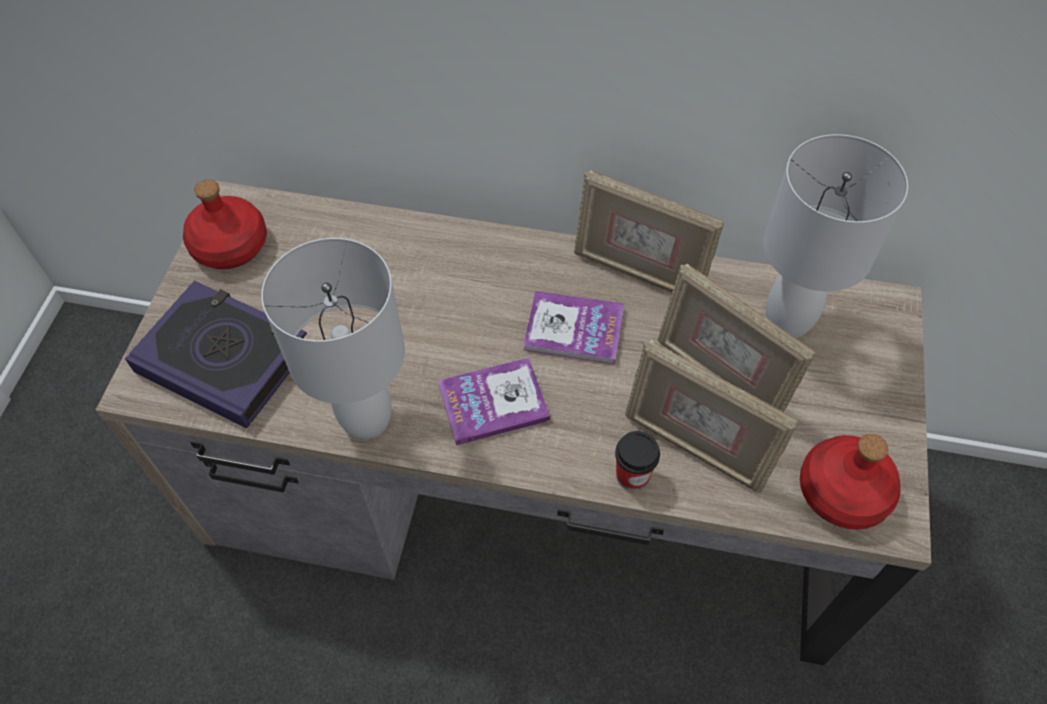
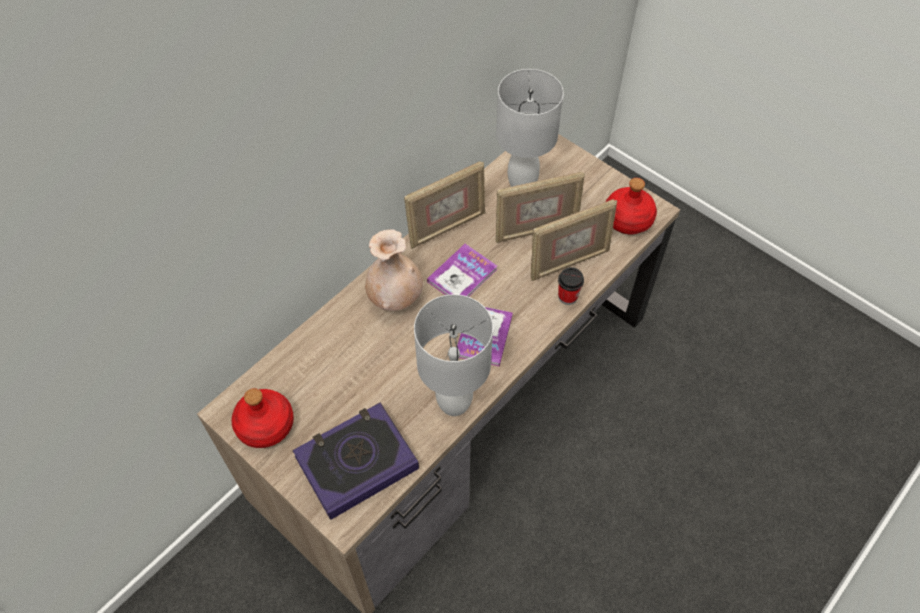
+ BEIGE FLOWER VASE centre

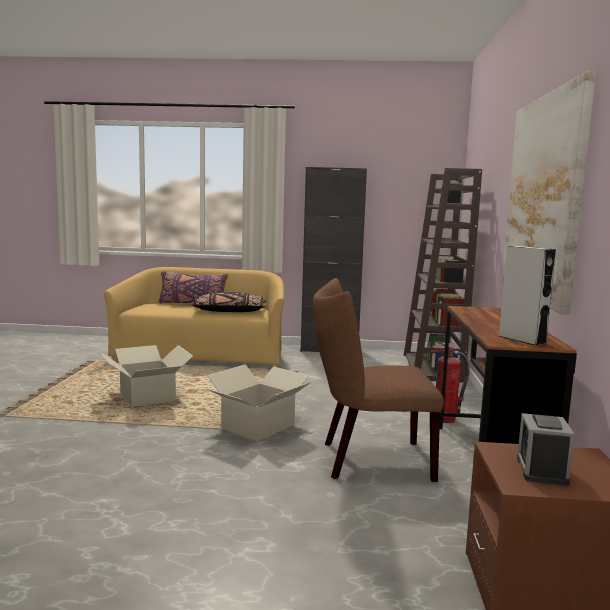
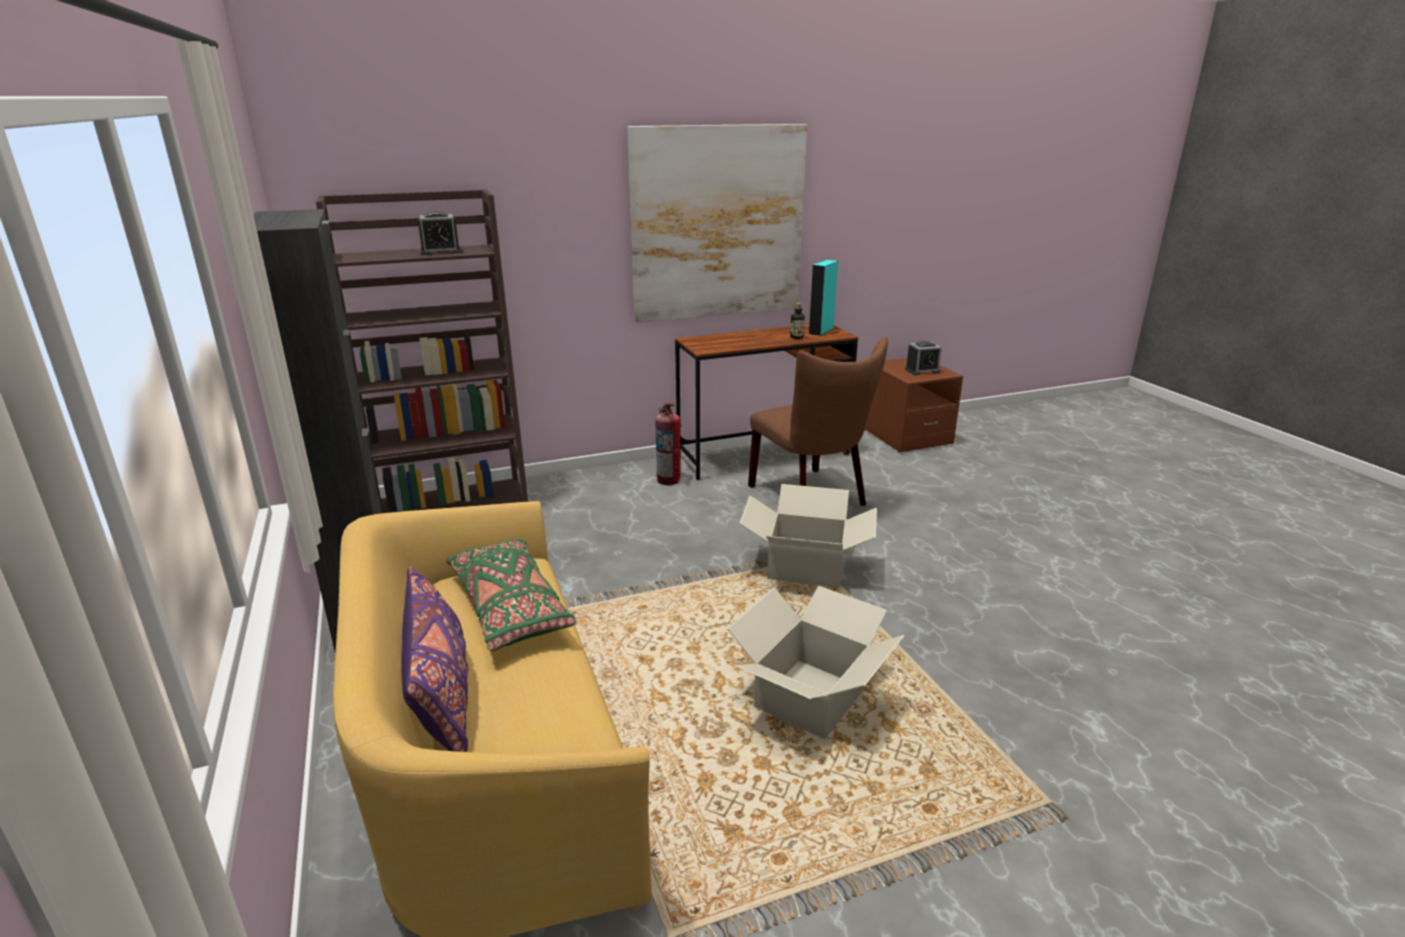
~ BLACKISH THROW PILLOW centre to GREEN-COLOURED THROW PILLOW centre
+ BEVERAGE BOTTLE centre
~ GREY SPEAKER middle right to BLUE-GREEN SPEAKER top centre

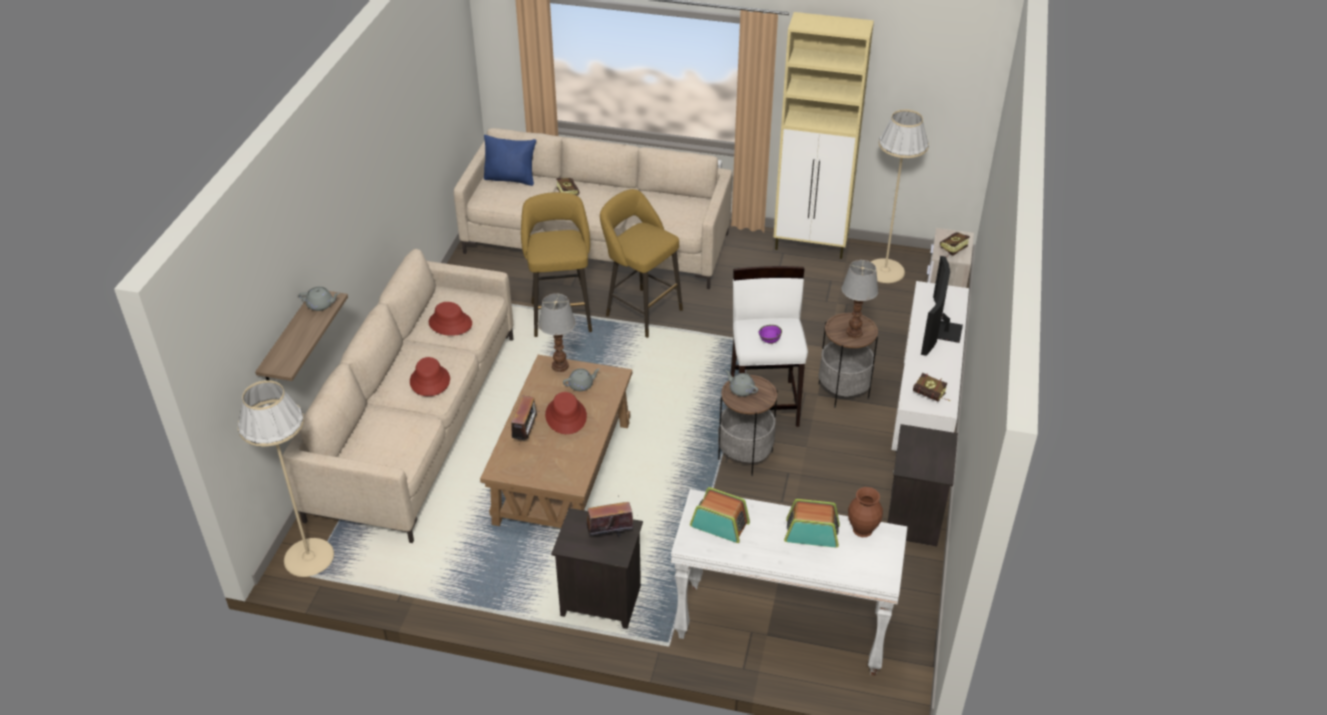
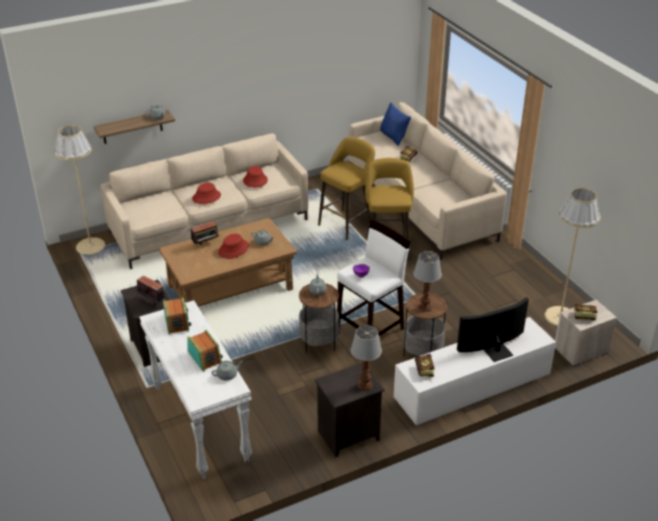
~ BROWNISH FLOWER VASE bottom centre to GREY TEA POT (2nd from left) bottom centre
~ TABLETOP LAMP (1st from left) centre to bottom centre
- BEIGE STORAGE CABINET top centre

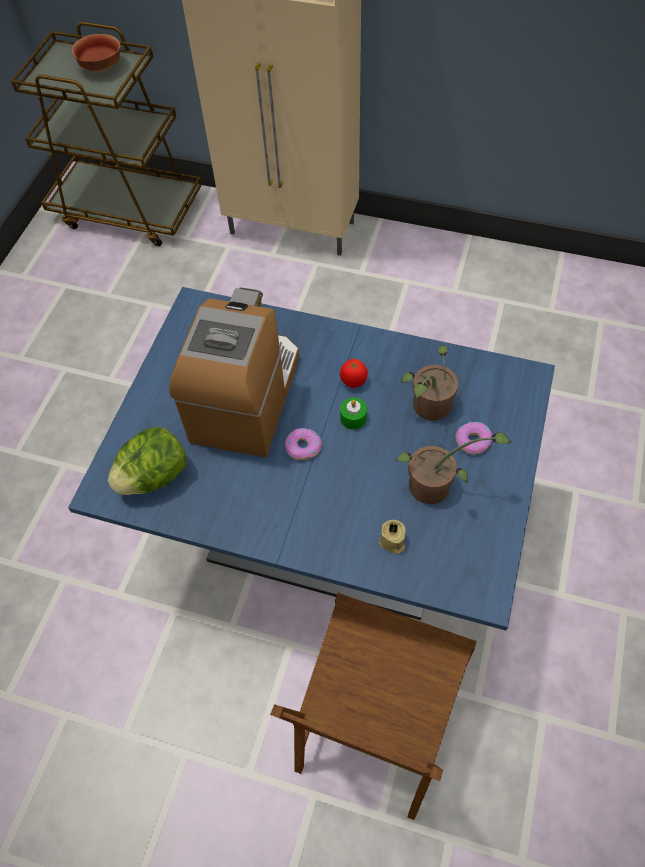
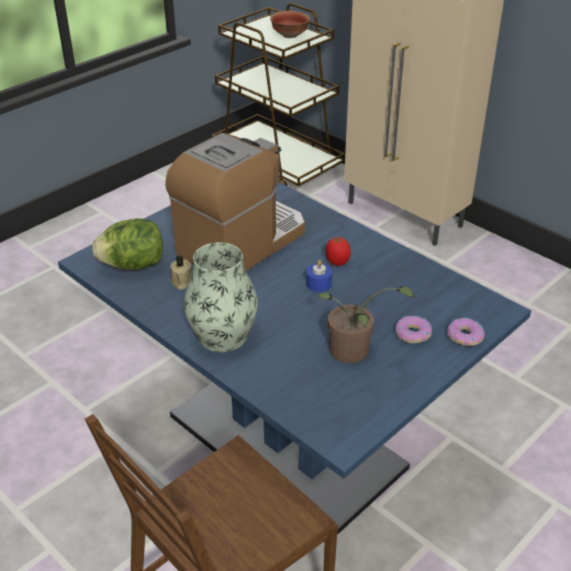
~ BEIGE WAX LIGHT centre to middle left
+ FLOWER VASE centre
~ GREEN-COLOURED WAX LIGHT centre to BLUE-COLOURED WAX LIGHT centre
~ DOUGHNUT (1st from left in the first image) centre to DOUGHNUT (2nd from left) middle right
- HOUSEPLANT (1st from left) centre

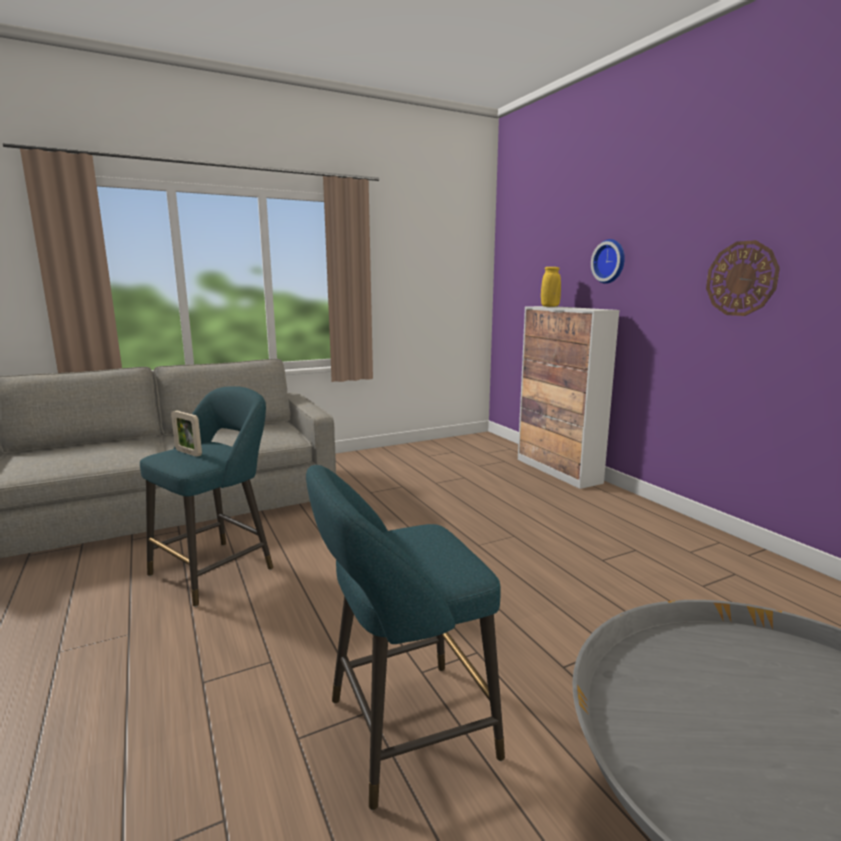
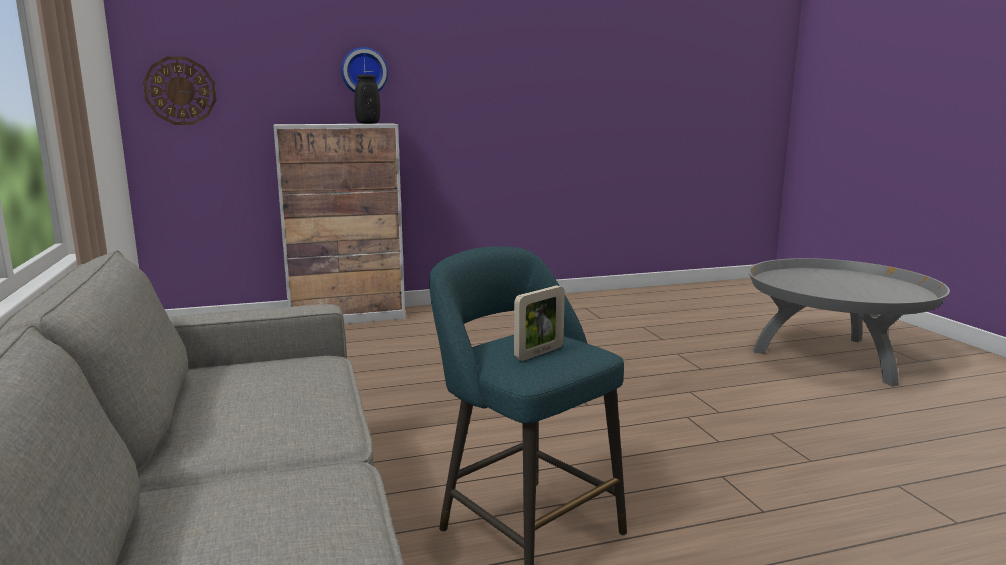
~ WALL CLOCK (2nd from left in the first image) top right to WALL CLOCK (1st from left) top left
+ BLACKISH FLOWER VASE top centre
- BLUE-GREEN SITTING STOOL (2nd from left) bottom centre
- YELLOW FLOWER VASE centre

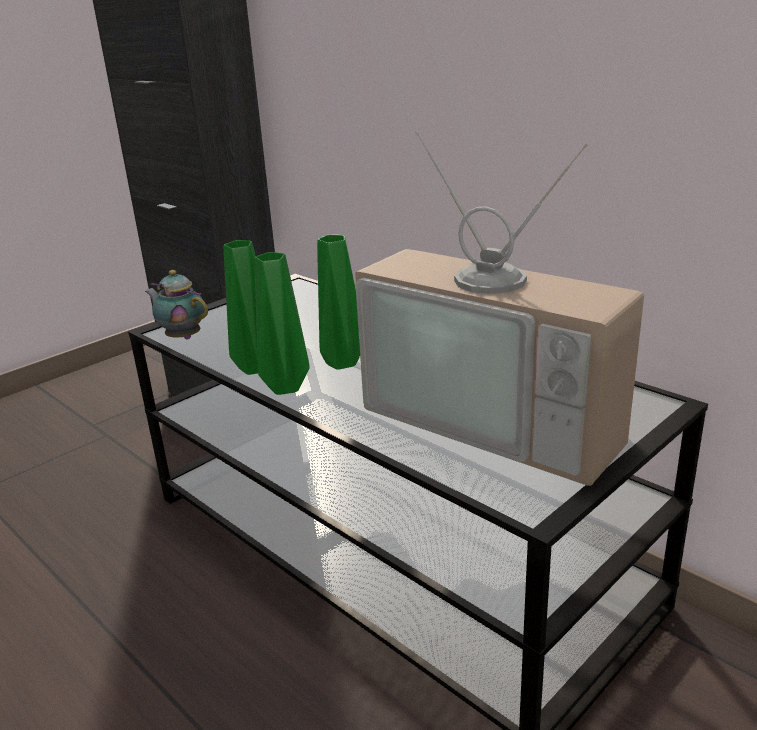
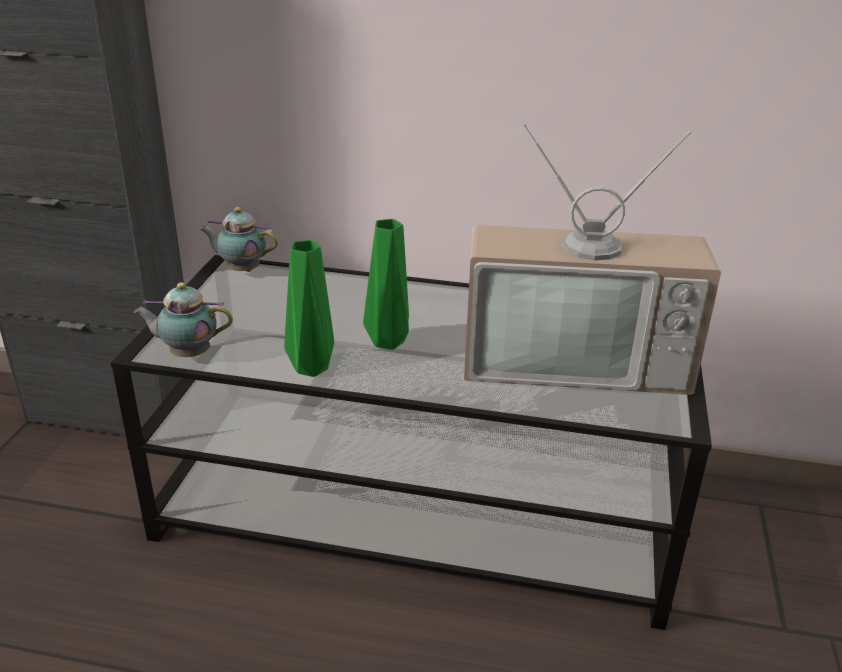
+ TEA POT (2nd from left) middle left
- GREEN-COLOURED FLOWER VASE (2nd from left) centre

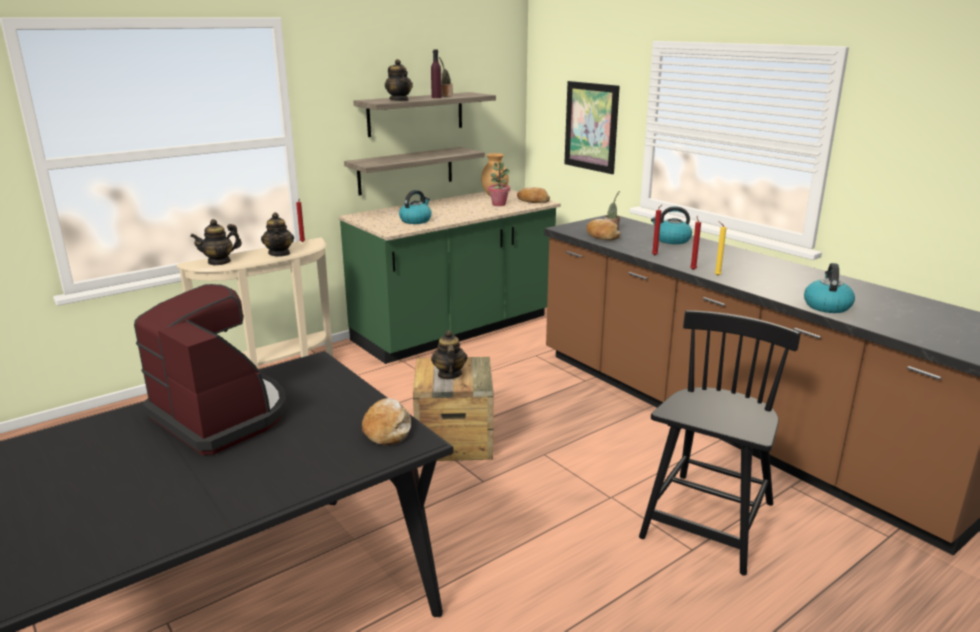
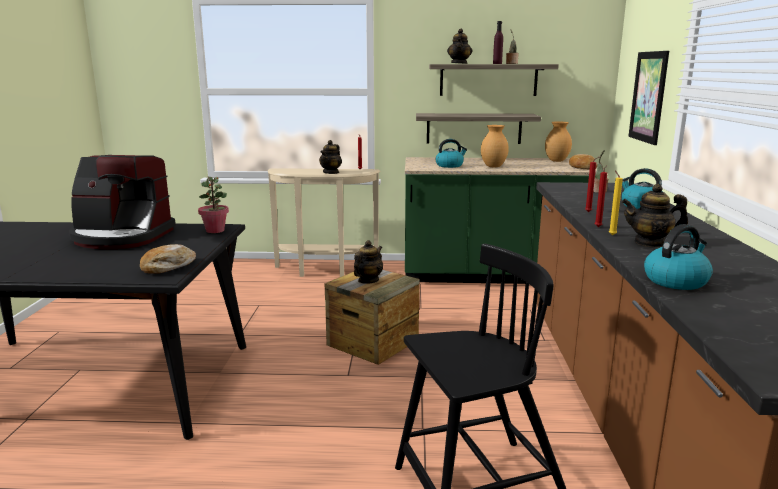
~ COFFEE MACHINE middle left = middle left 105 degrees clockwise
~ HOUSEPLANT (2nd from left in the first image) top centre to HOUSEPLANT (1st from left) middle left
+ BROWNISH FLOWER VASE (1st from left) top centre
~ TEA POT (1st from left in the first image) middle left to TEA POT (4th from left) middle right
- BAKED BREAD (3rd from left) centre

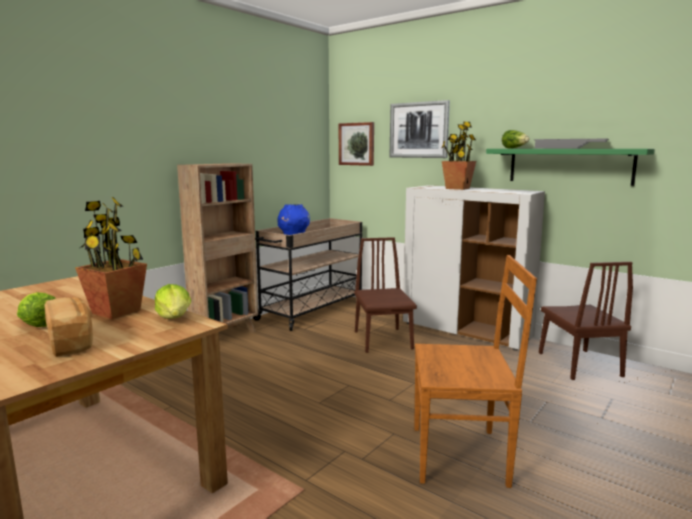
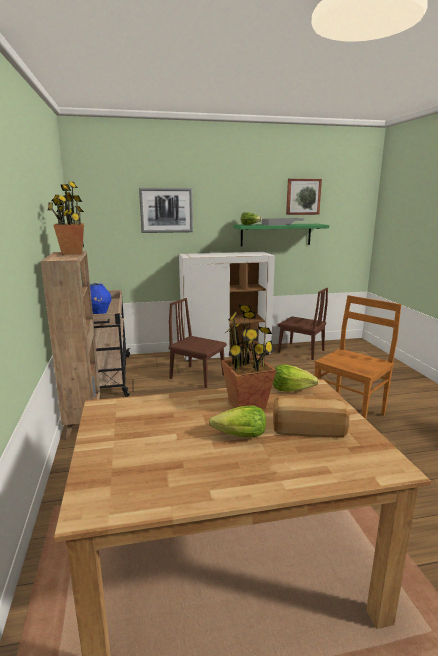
~ HOUSEPLANT (2nd from left in the first image) top centre to HOUSEPLANT (1st from left) top left
~ WALL PICTURE (1st from left in the first image) top centre to WALL PICTURE (2nd from left) top right

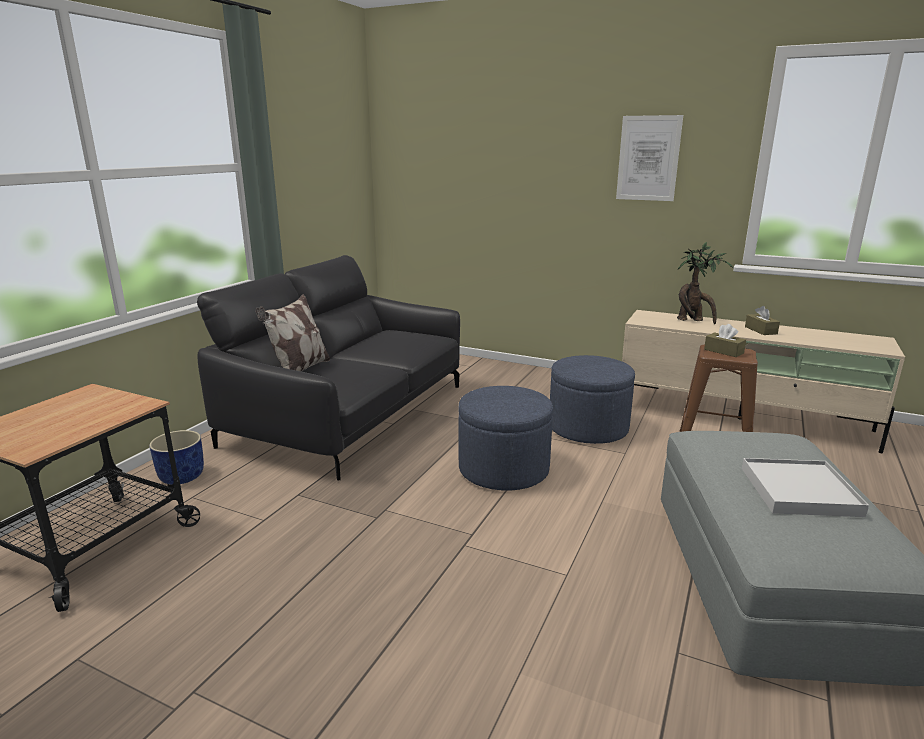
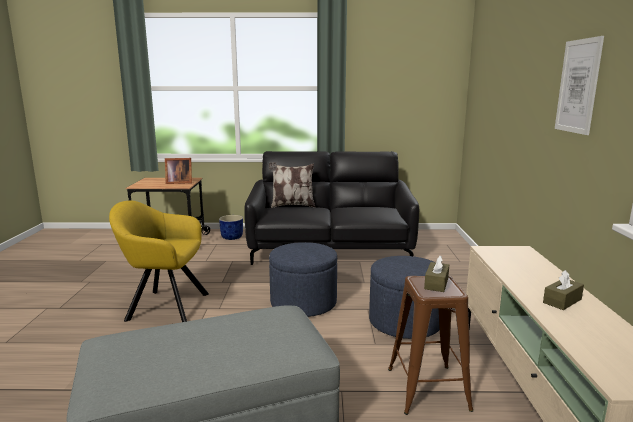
+ YELLOW ARMCHAIR middle left
+ STANDING FRAME middle left
- HOUSEPLANT middle right
- WHITE CARRYING TRAY middle right

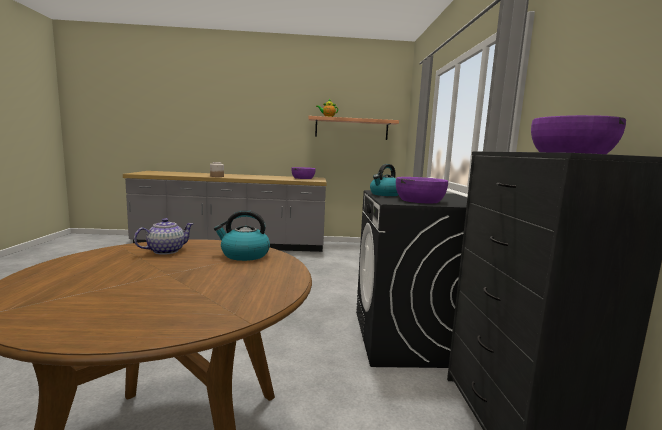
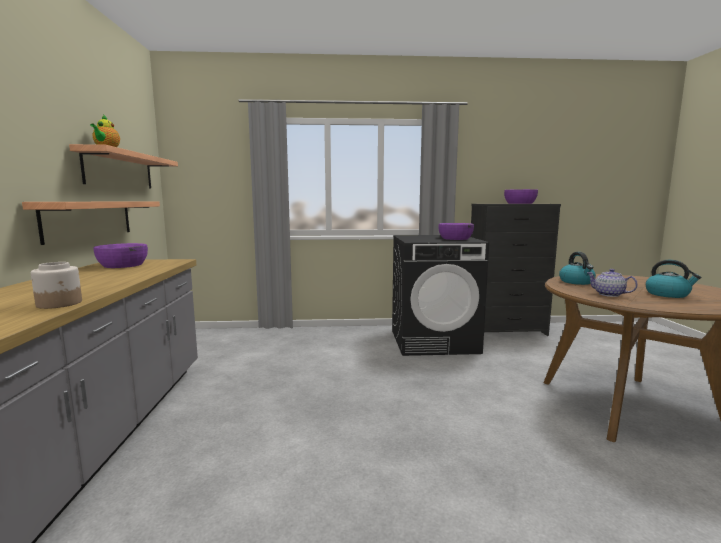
+ WALL SHELF (1st from left) middle left
~ KETTLE (2nd from left) centre to middle right

